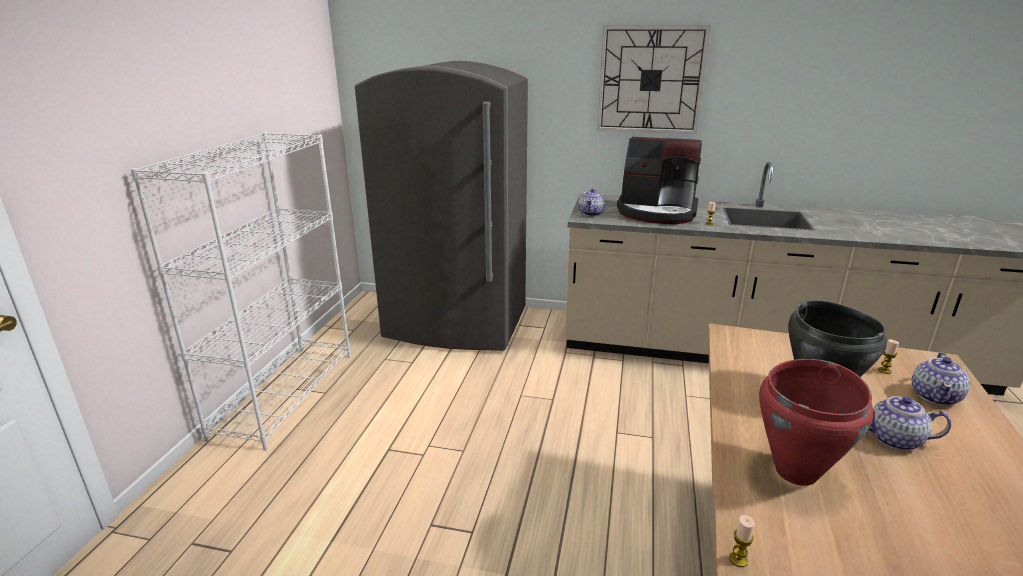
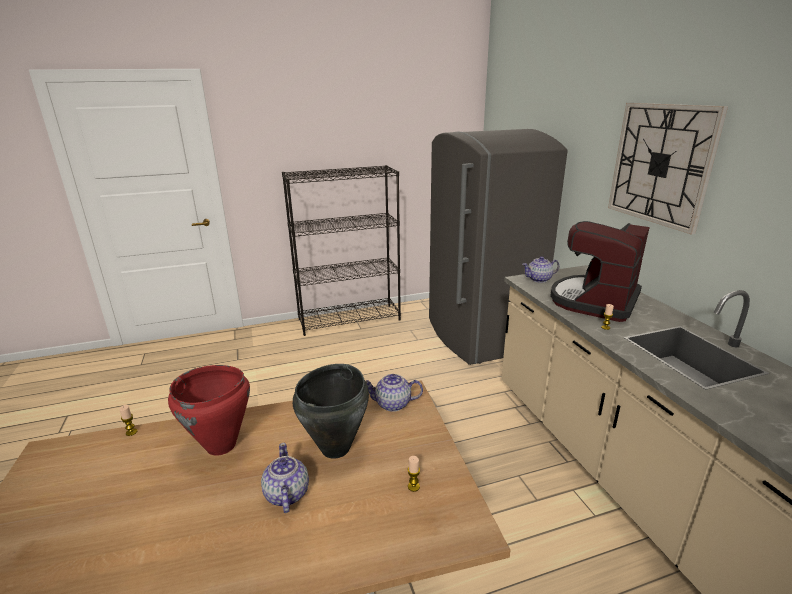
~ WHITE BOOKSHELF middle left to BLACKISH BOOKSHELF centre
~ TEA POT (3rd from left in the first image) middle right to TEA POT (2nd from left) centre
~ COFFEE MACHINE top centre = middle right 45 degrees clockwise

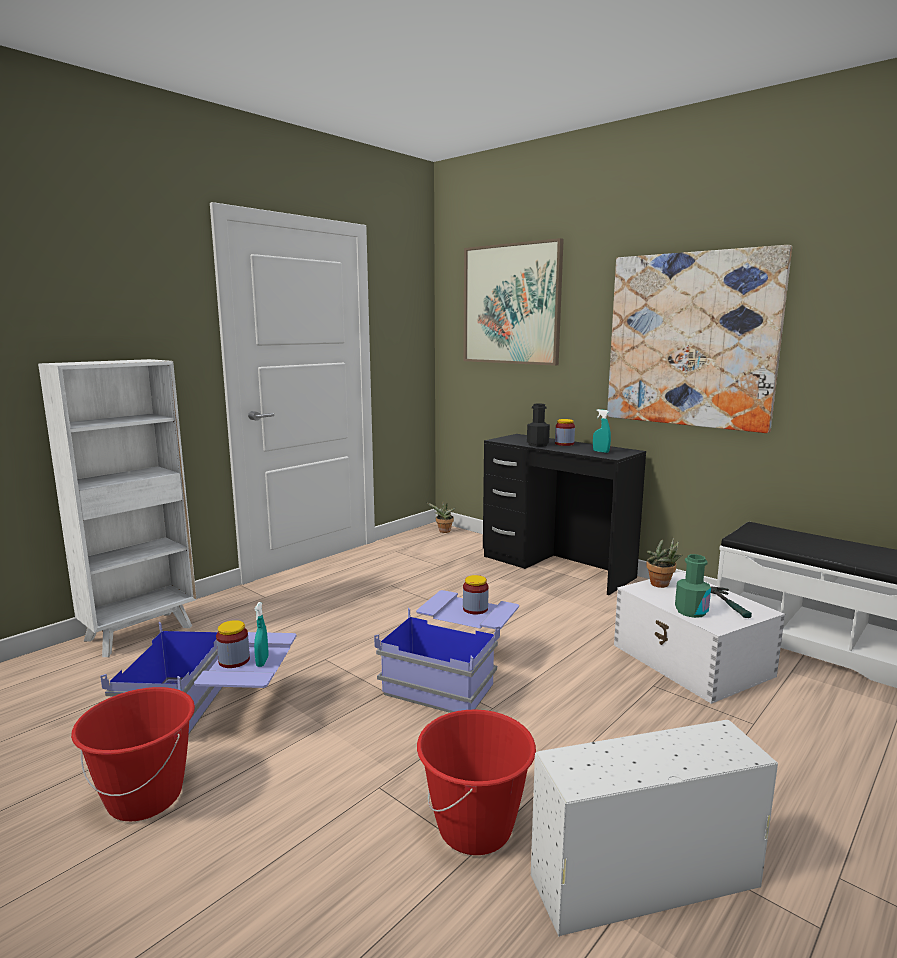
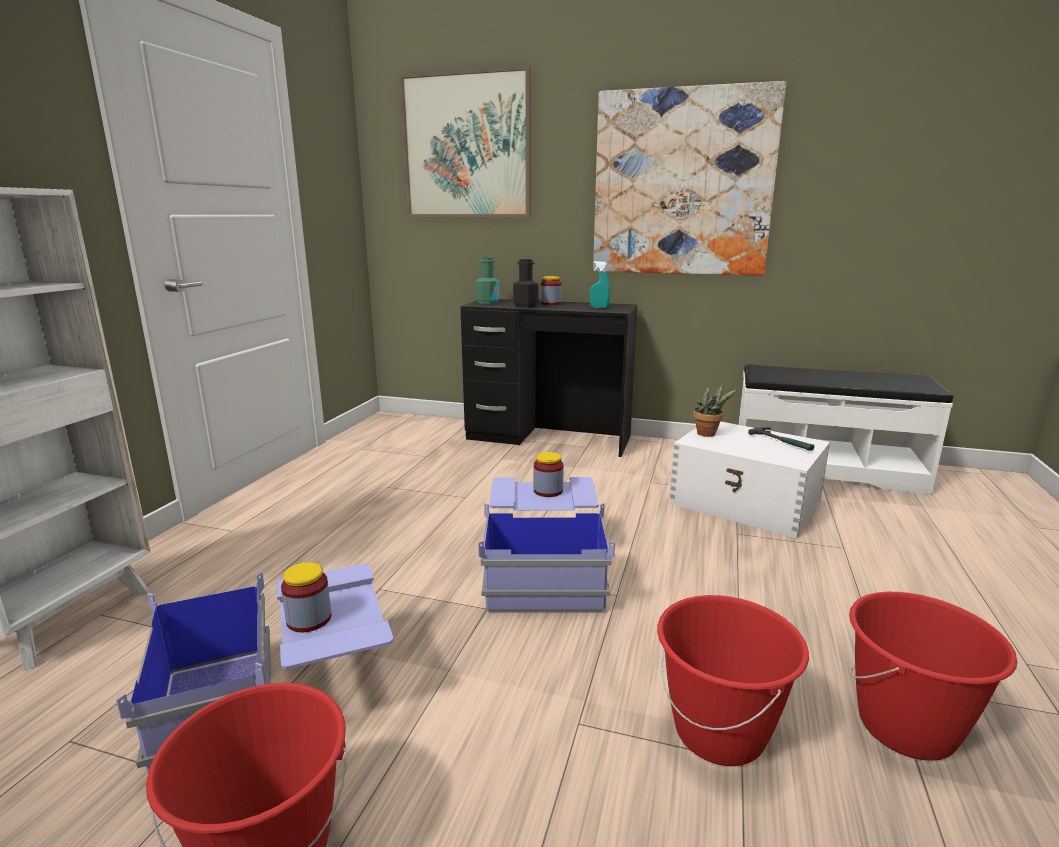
~ GREEN-COLOURED BEVERAGE BOTTLE middle right to top centre
~ WHITE STORAGE BOX (1st from left) bottom right to RED PAIL (3rd from left) bottom right
- BLUE-GREEN HAND SPRAYER (1st from left) middle left
- HOUSEPLANT (1st from left) centre

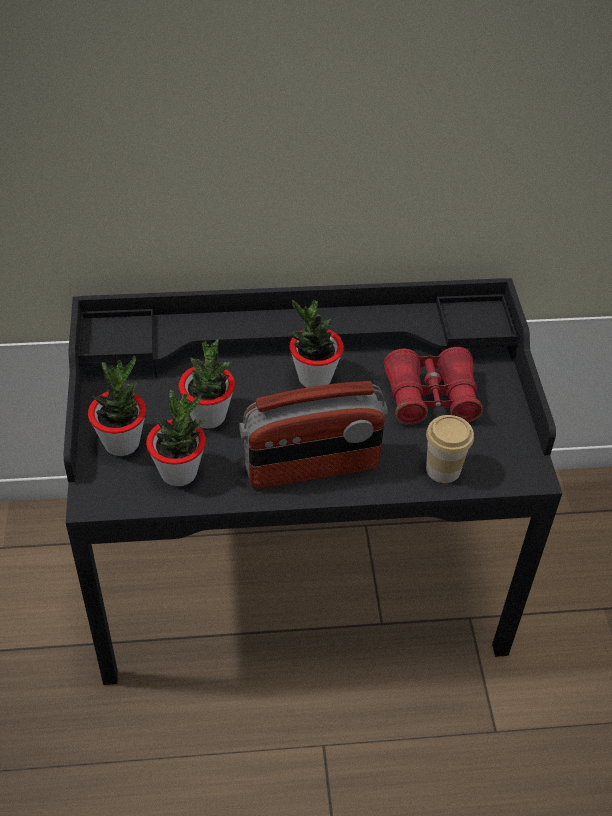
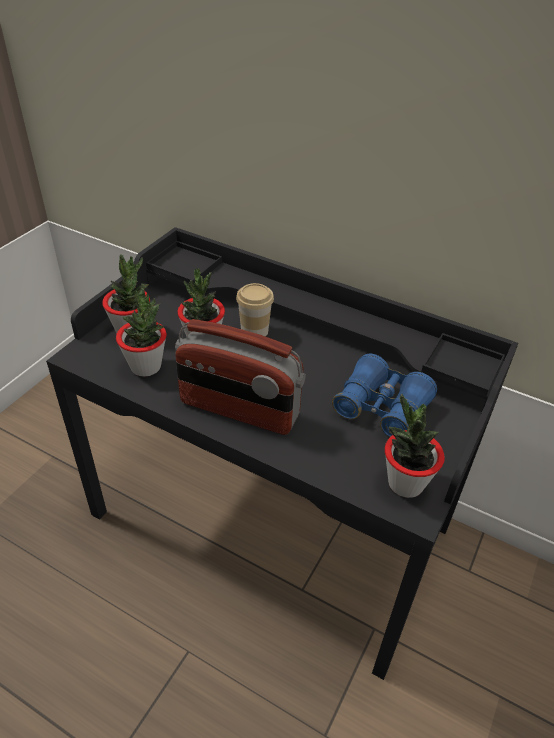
~ SMALL CUP middle right to centre
~ RED BINOCULARS middle right to BLUE-COLOURED BINOCULARS middle right
~ HOUSEPLANT (4th from left) centre to middle right

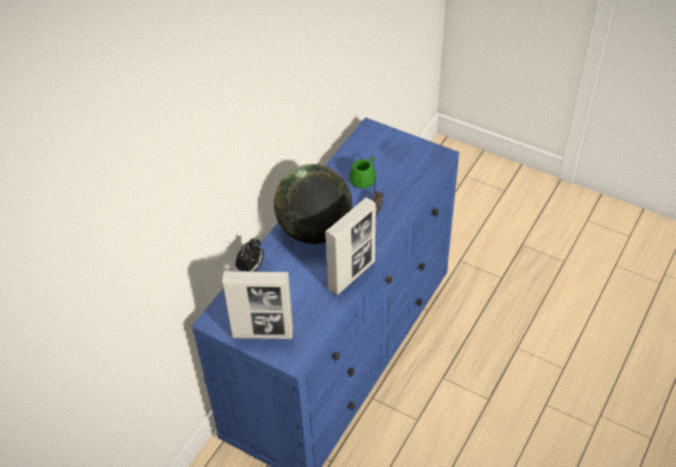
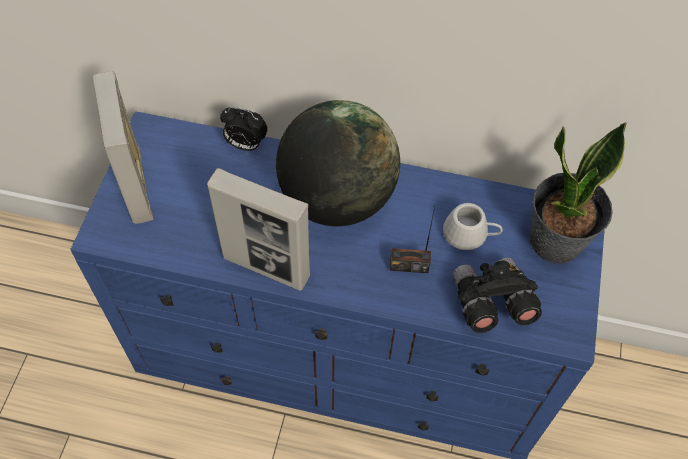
~ GREEN-COLOURED COFFEE MUG centre to WHITE COFFEE MUG middle right
+ BLACKISH BINOCULARS middle right
+ HOUSEPLANT middle right

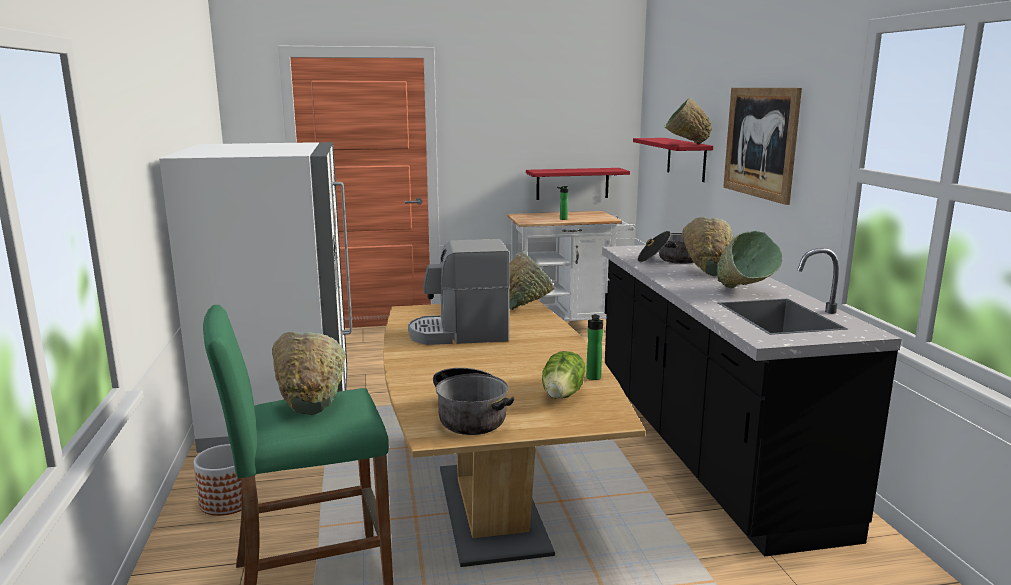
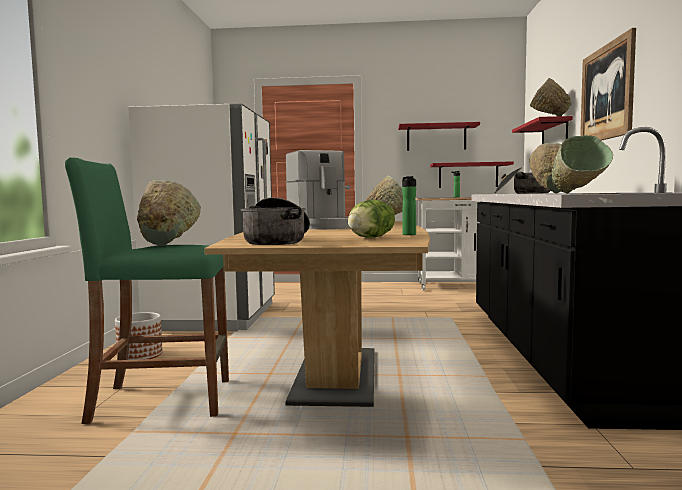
~ COFFEE MACHINE centre = centre 120 degrees counterclockwise
+ RED WALL SHELF (1st from left) top centre

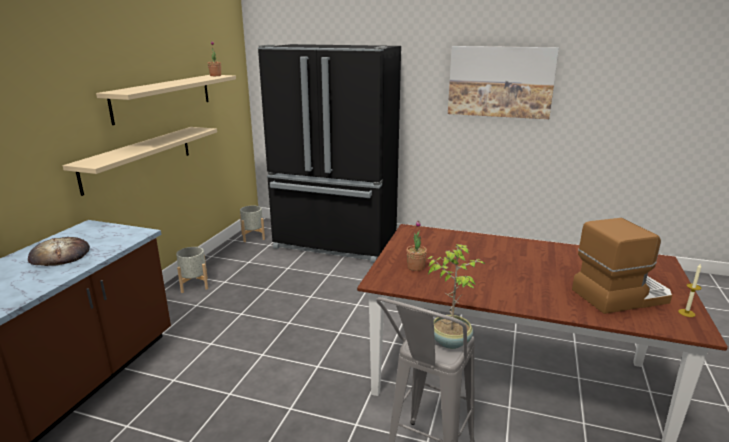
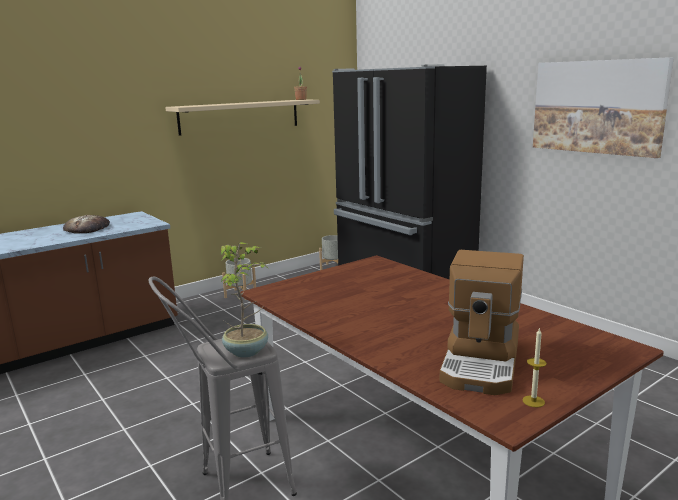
~ COFFEE MACHINE middle right = middle right 90 degrees clockwise
- BEIGE WALL SHELF (1st from left) middle left
- HOUSEPLANT (2nd from left) centre

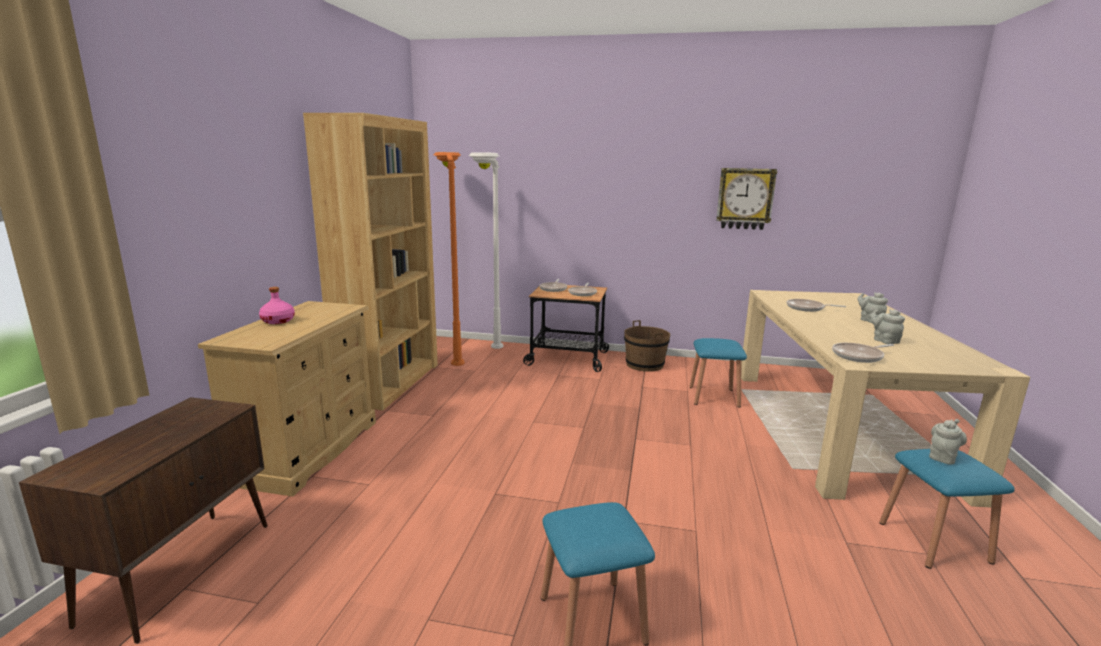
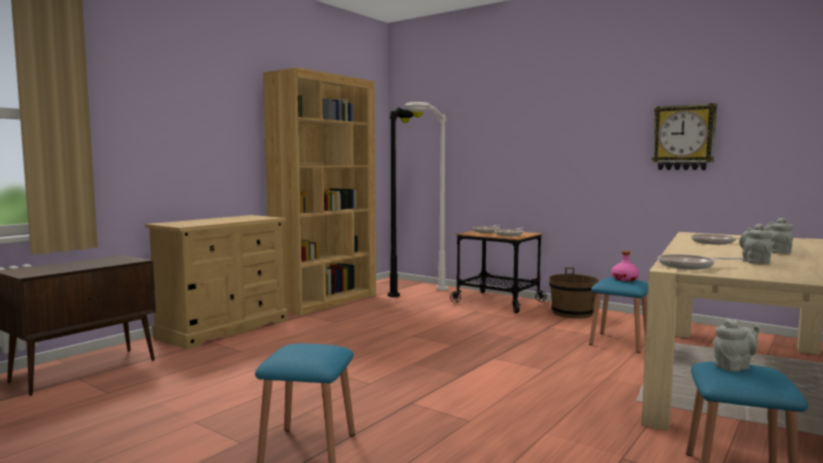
~ ORANGE-COLOURED FLOOR LAMP centre to BLACKISH FLOOR LAMP centre
~ PINKISH BEVERAGE BOTTLE middle left to middle right

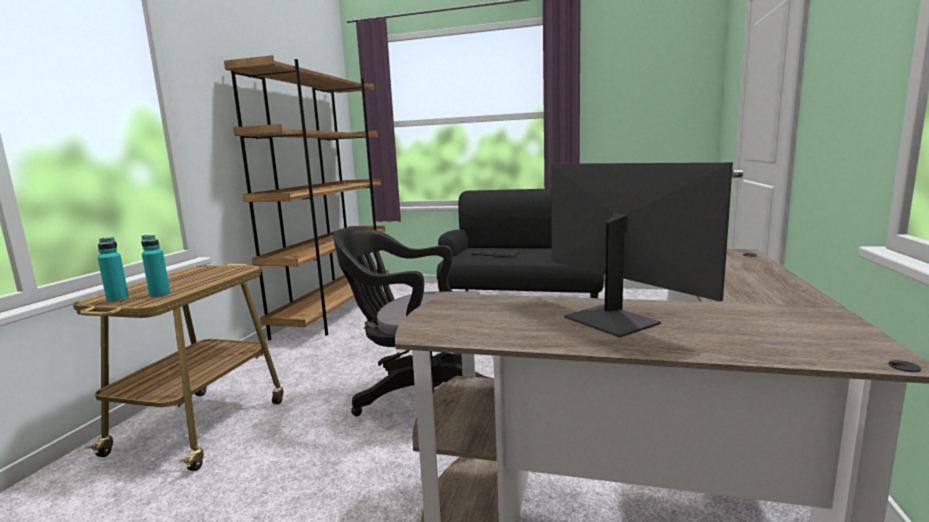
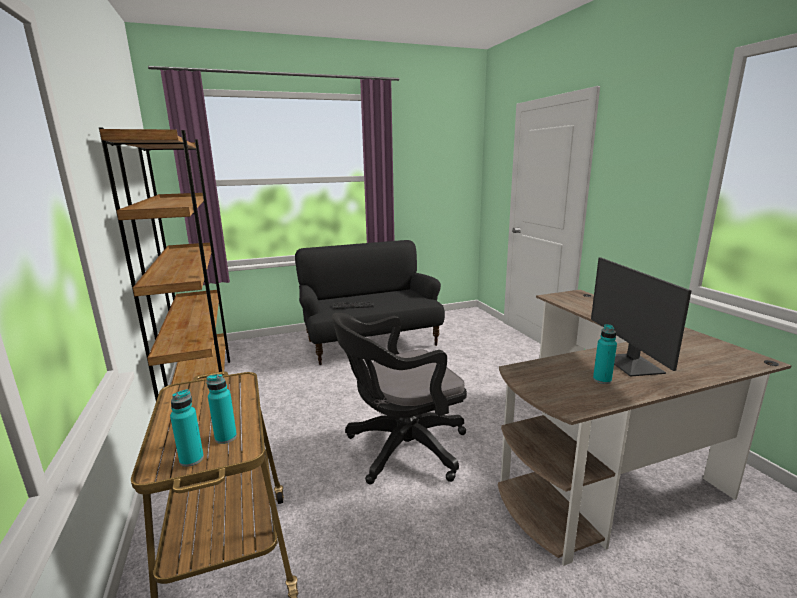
~ MONITOR middle right = middle right 120 degrees counterclockwise
+ BLUE-GREEN BEVERAGE BOTTLE (3rd from left) middle right

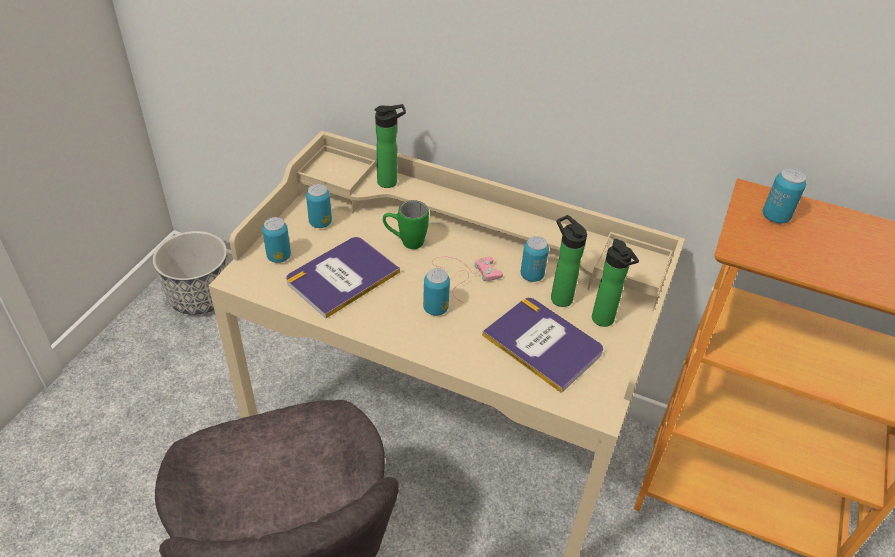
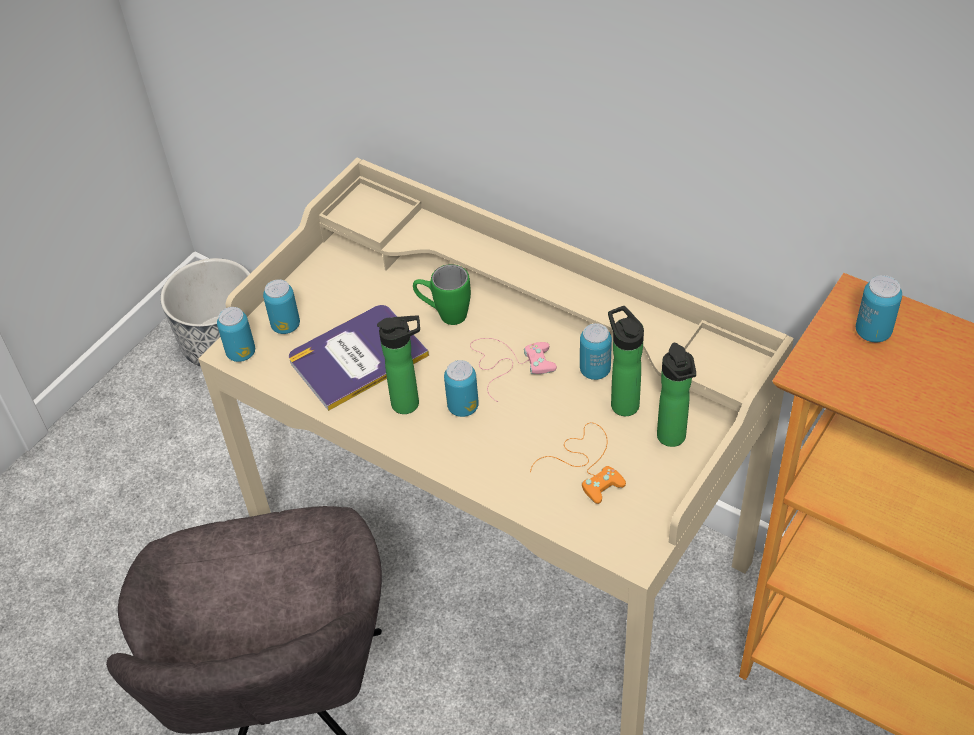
~ CAN (2nd from left in the first image) centre to CAN (1st from left) middle left
~ BEVERAGE BOTTLE (1st from left) top centre to centre
~ VOLUME (2nd from left) centre to ORANGE-COLOURED JOYPAD centre

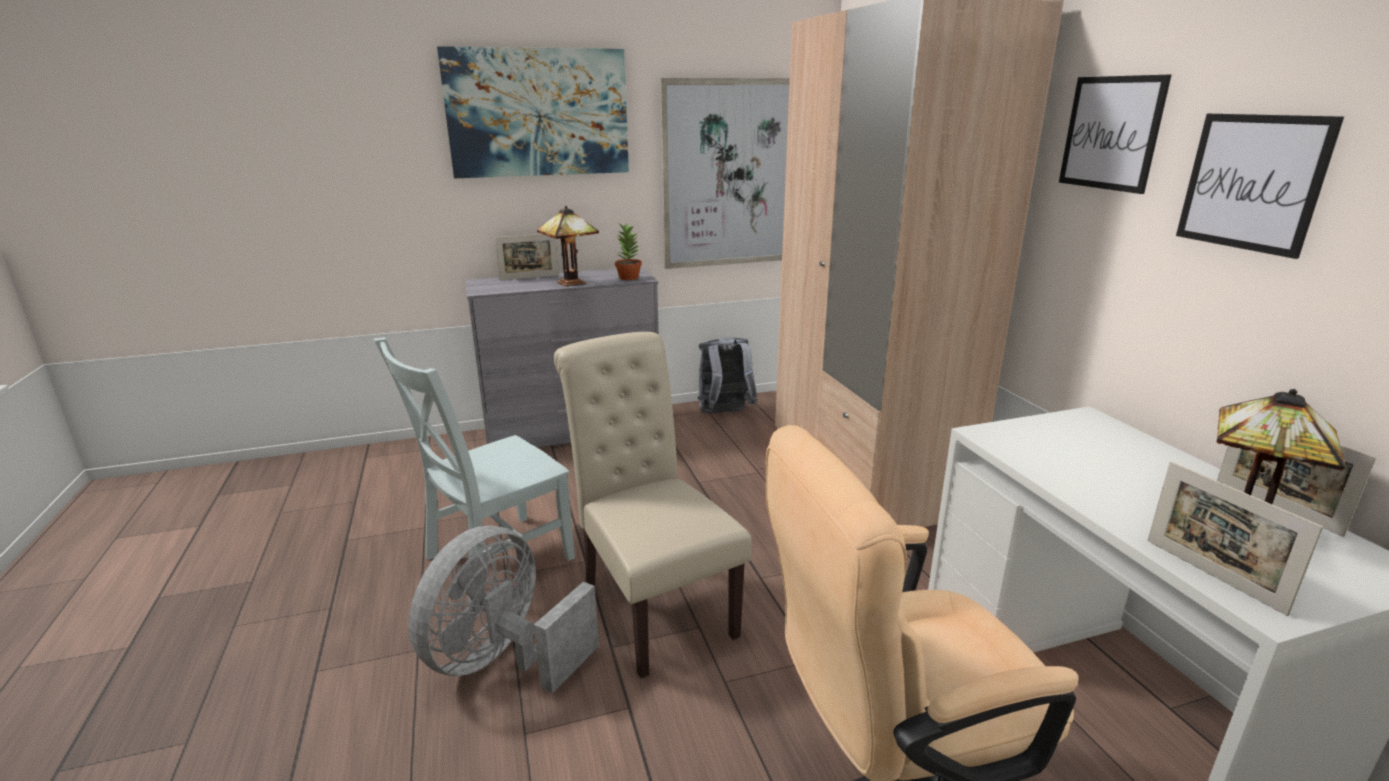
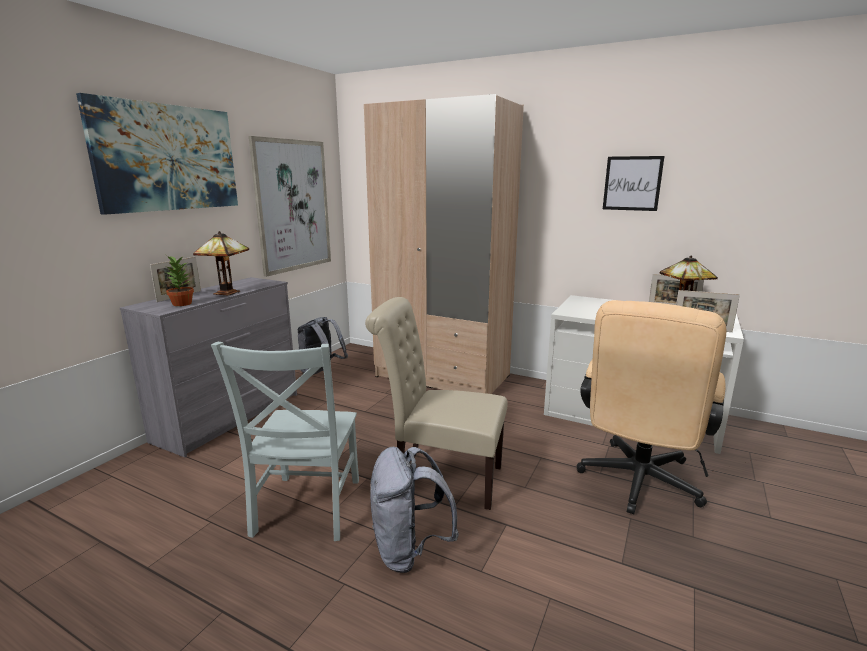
~ HOUSEPLANT top centre to middle left
~ GREY FAN bottom centre to GREY BACKPACK (2nd from left) bottom centre
- WALL PICTURE (3rd from left) top right

